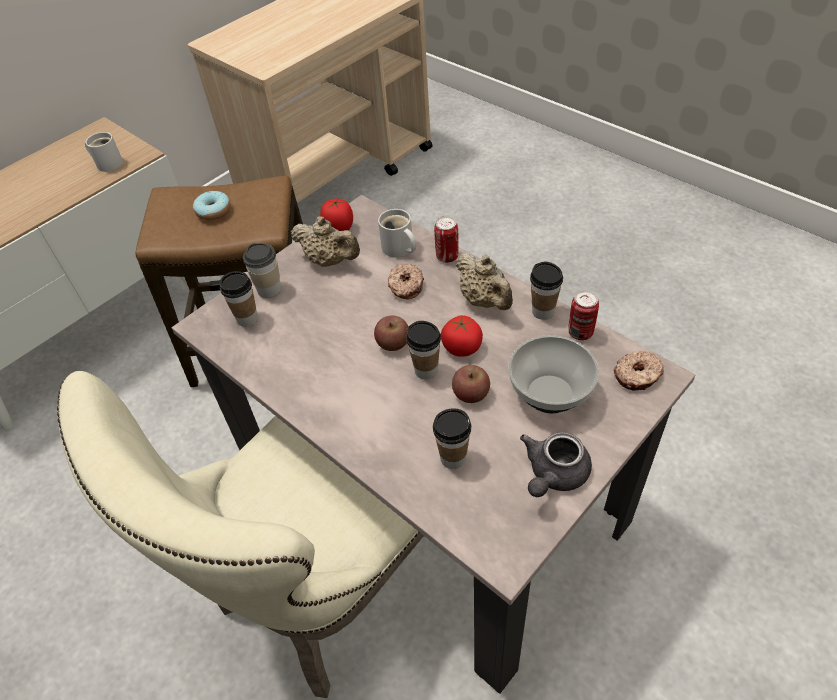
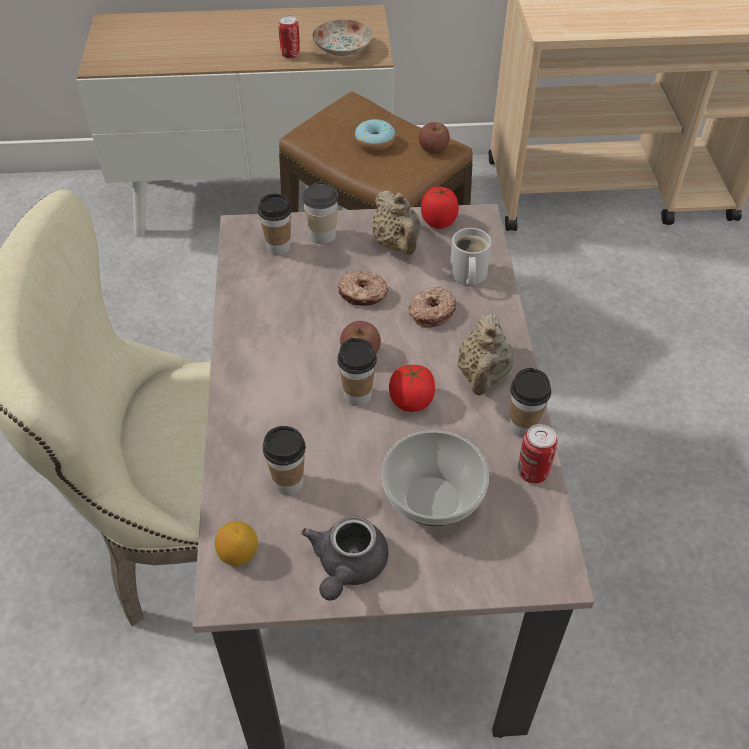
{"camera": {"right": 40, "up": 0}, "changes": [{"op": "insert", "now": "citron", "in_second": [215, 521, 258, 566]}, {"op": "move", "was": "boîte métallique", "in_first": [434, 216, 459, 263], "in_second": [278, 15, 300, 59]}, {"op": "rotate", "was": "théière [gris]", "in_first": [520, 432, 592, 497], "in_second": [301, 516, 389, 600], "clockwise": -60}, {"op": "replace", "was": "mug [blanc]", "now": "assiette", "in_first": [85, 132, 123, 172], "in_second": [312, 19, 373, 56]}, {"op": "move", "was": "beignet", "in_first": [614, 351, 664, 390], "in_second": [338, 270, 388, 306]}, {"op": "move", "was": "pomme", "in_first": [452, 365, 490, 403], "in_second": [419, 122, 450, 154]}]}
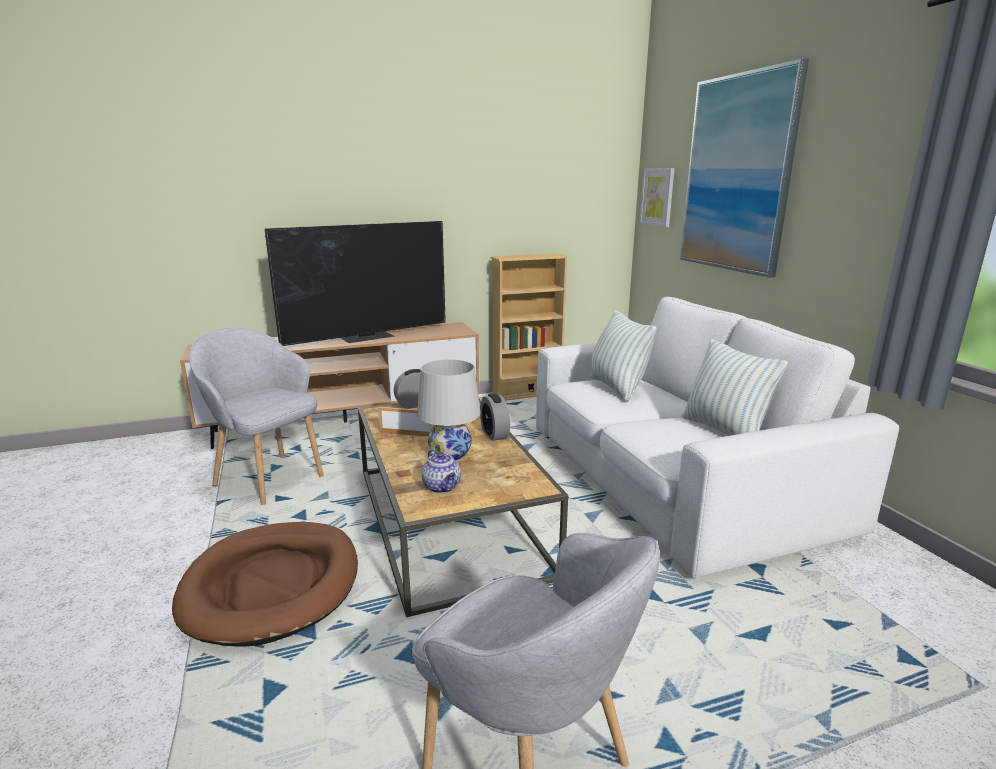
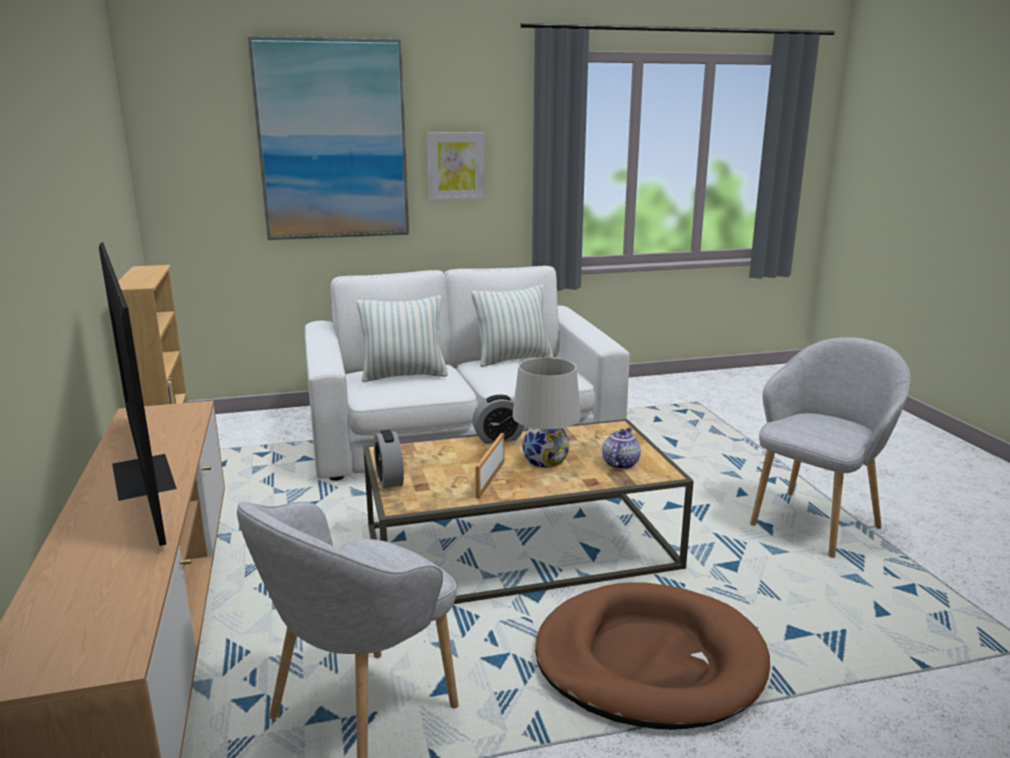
{"camera": {"right": -85, "up": 0}, "changes": [{"op": "move", "was": "tableau", "in_first": [639, 168, 674, 227], "in_second": [427, 132, 485, 201]}, {"op": "rotate", "was": "théière", "in_first": [422, 450, 461, 493], "in_second": [602, 428, 641, 469], "clockwise": -45}]}
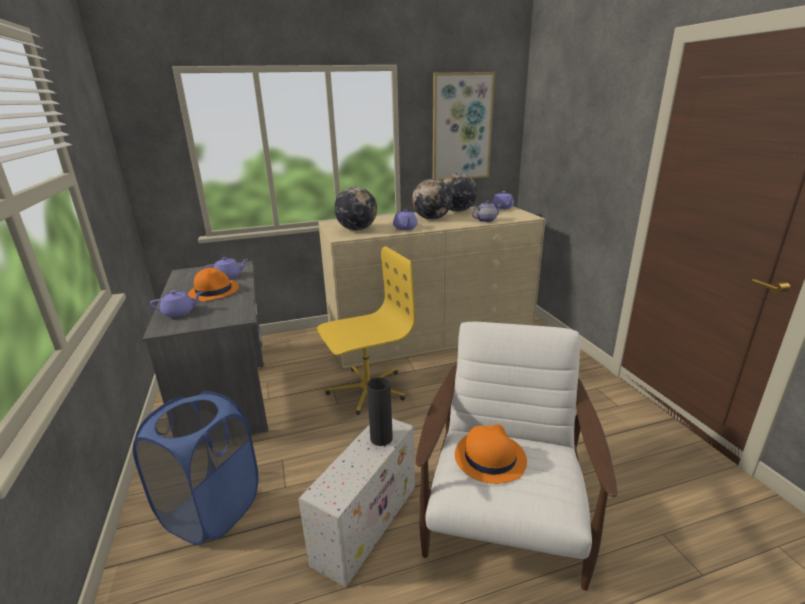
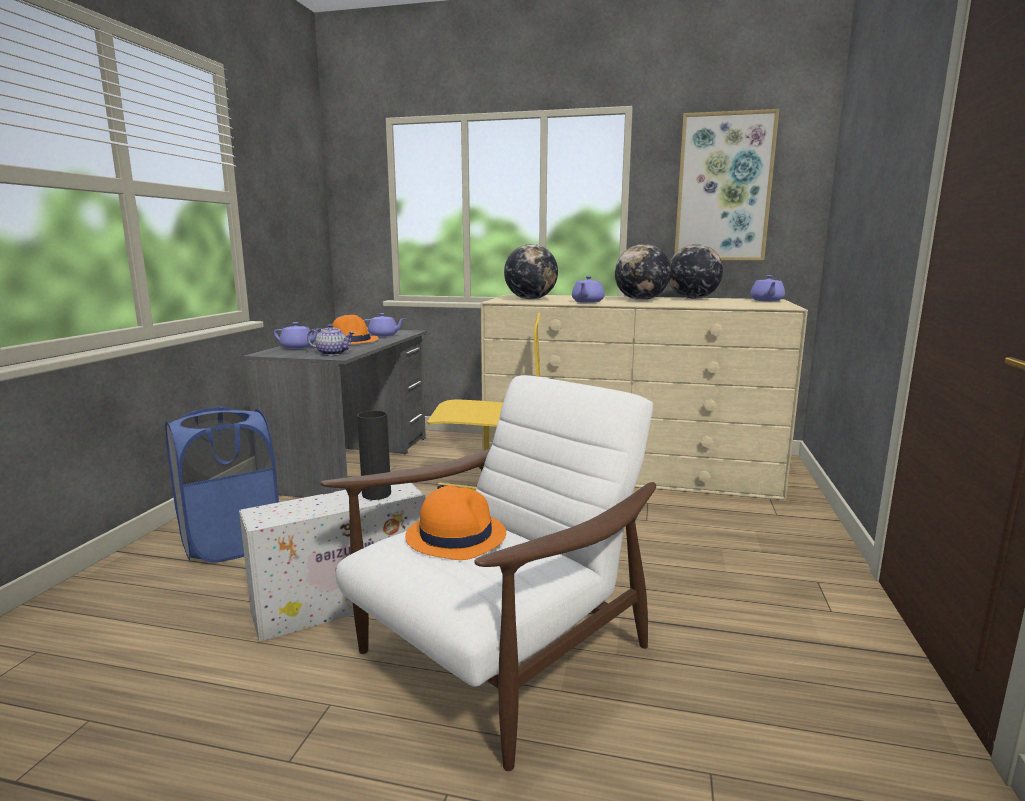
{"camera": {"right": 30, "up": -10}, "changes": [{"op": "move", "was": "théière", "in_first": [472, 200, 502, 222], "in_second": [307, 324, 355, 355]}]}
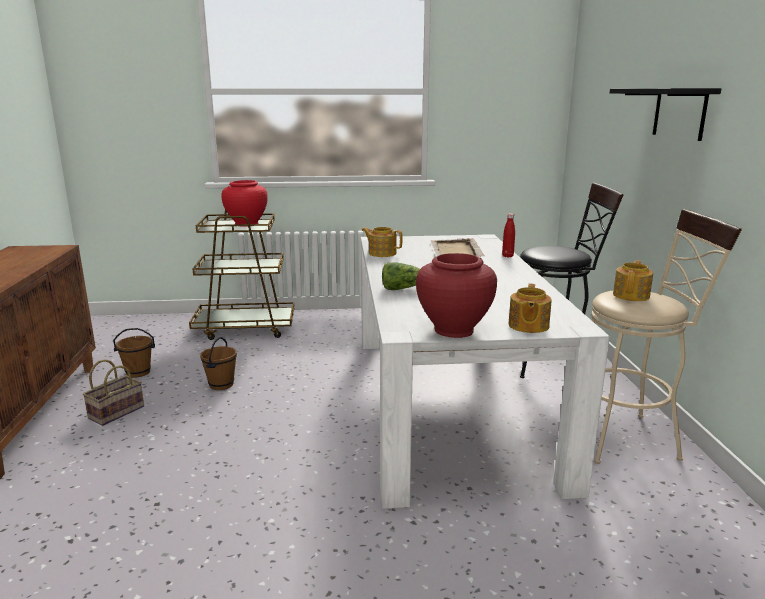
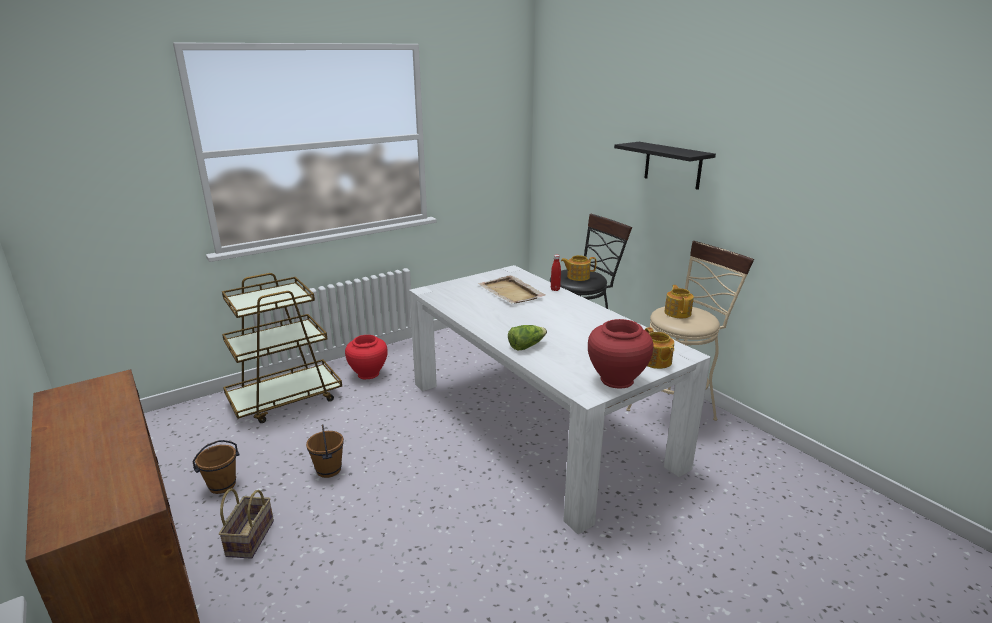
{"camera": {"right": -30, "up": 5}, "changes": [{"op": "move", "was": "vase [rouge]", "in_first": [222, 180, 268, 227], "in_second": [345, 335, 388, 379]}, {"op": "move", "was": "théière", "in_first": [362, 227, 403, 257], "in_second": [561, 255, 597, 281]}]}
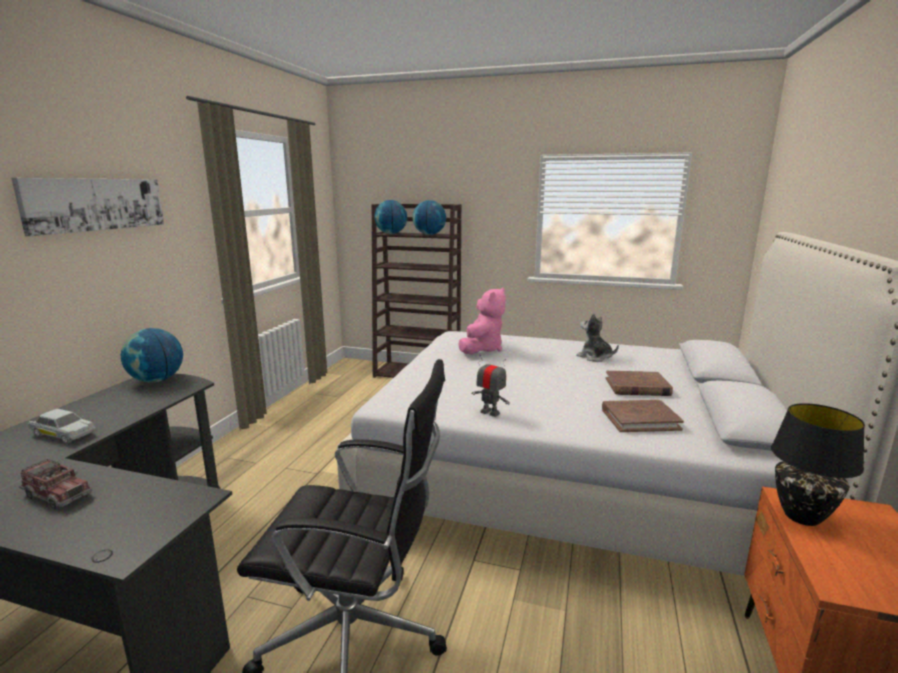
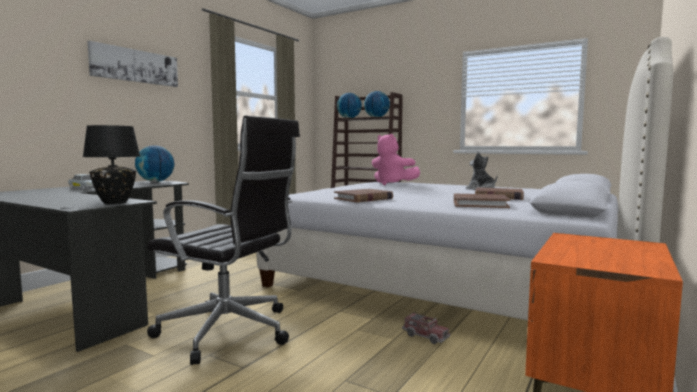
{"camera": {"right": 15, "up": -10}, "changes": [{"op": "move", "was": "lampe de table [noir]", "in_first": [771, 403, 865, 526], "in_second": [83, 125, 140, 204]}, {"op": "replace", "was": "robot jouet", "now": "livre [marron]", "in_first": [471, 355, 510, 417], "in_second": [334, 189, 393, 203]}, {"op": "rotate", "was": "peluche [rose]", "in_first": [459, 287, 506, 354], "in_second": [372, 134, 420, 185], "clockwise": 90}, {"op": "move", "was": "camion jouet", "in_first": [19, 459, 92, 509], "in_second": [402, 312, 450, 344]}]}
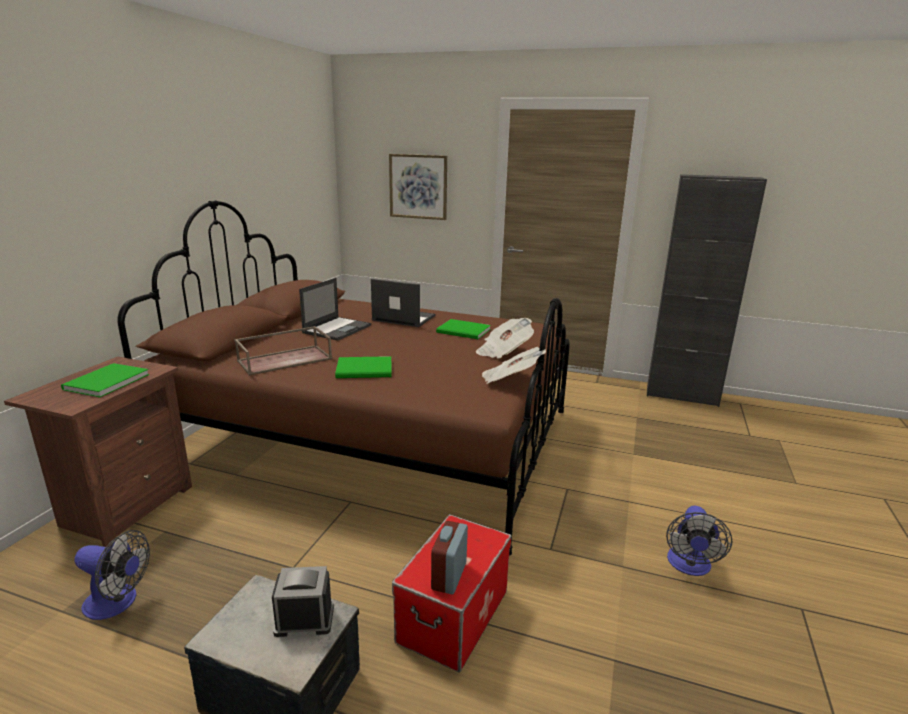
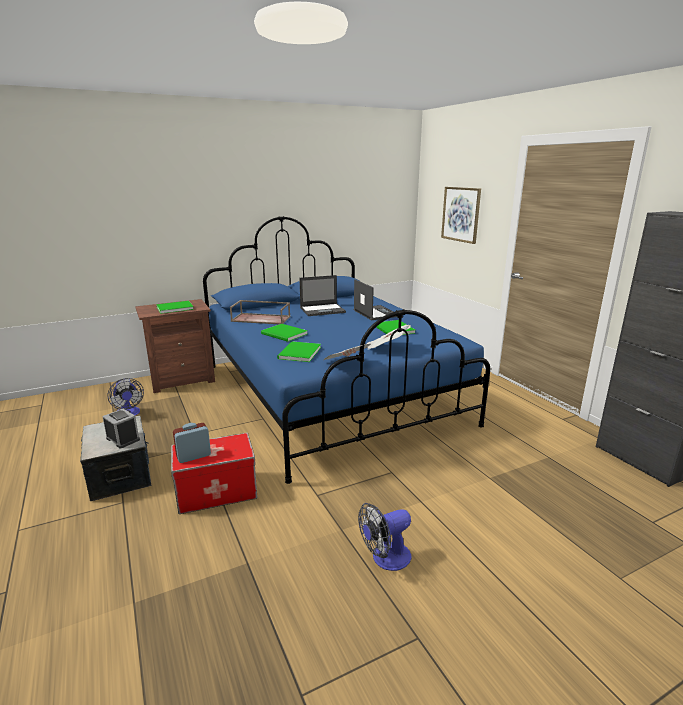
{"camera": {"right": 45, "up": 0}, "changes": [{"op": "recolor", "was": "lit [marron]", "now": "lit [bleu]", "in_first": [117, 200, 570, 556], "in_second": [203, 216, 490, 484]}, {"op": "insert", "now": "livre [vert]", "in_second": [277, 341, 321, 362]}]}
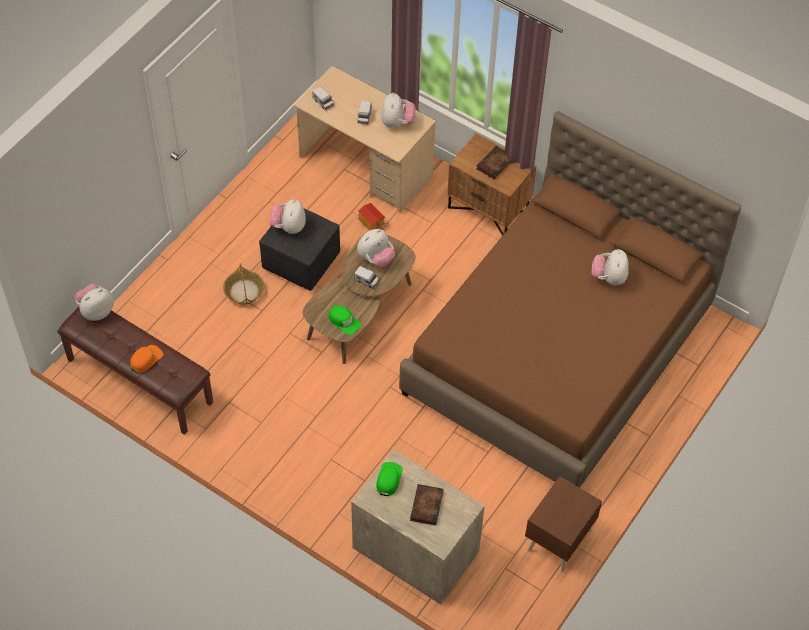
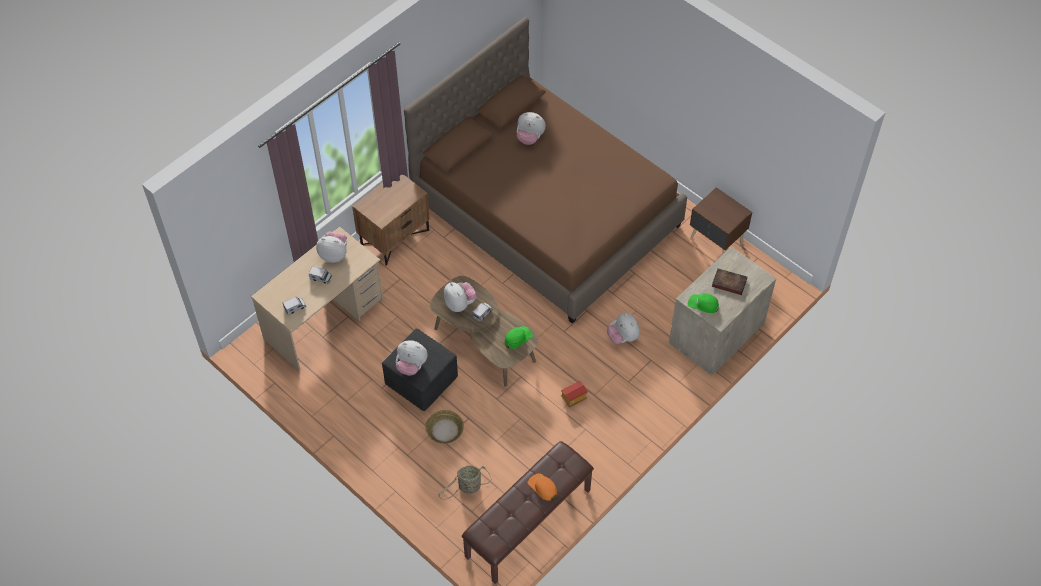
{"camera": {"right": -80, "up": 0}, "changes": [{"op": "insert", "now": "panier", "in_second": [438, 465, 491, 500]}, {"op": "move", "was": "maison miniature", "in_first": [358, 203, 385, 231], "in_second": [561, 381, 588, 408]}, {"op": "move", "was": "peluche", "in_first": [75, 284, 113, 321], "in_second": [607, 313, 640, 344]}, {"op": "delete", "was": "livre", "in_first": [476, 146, 511, 179]}]}
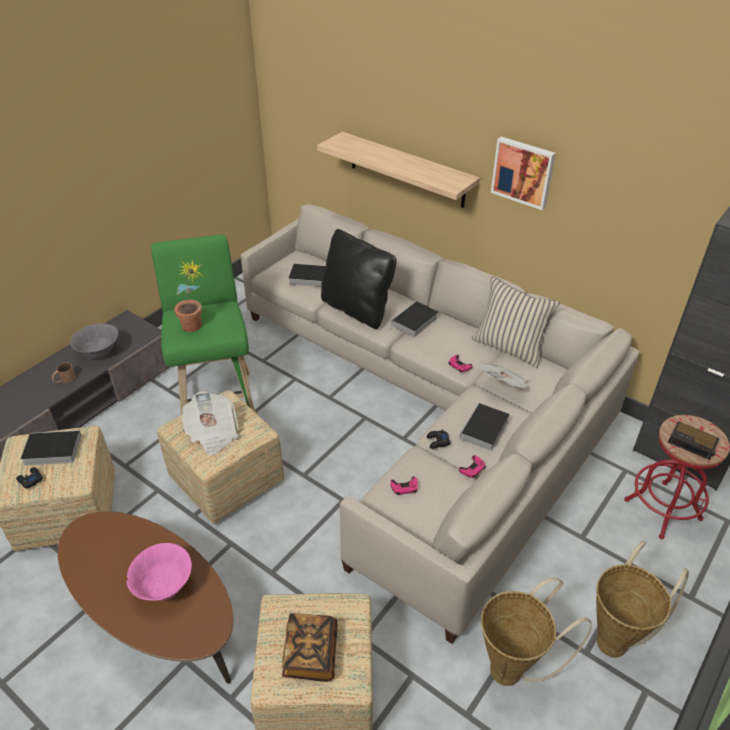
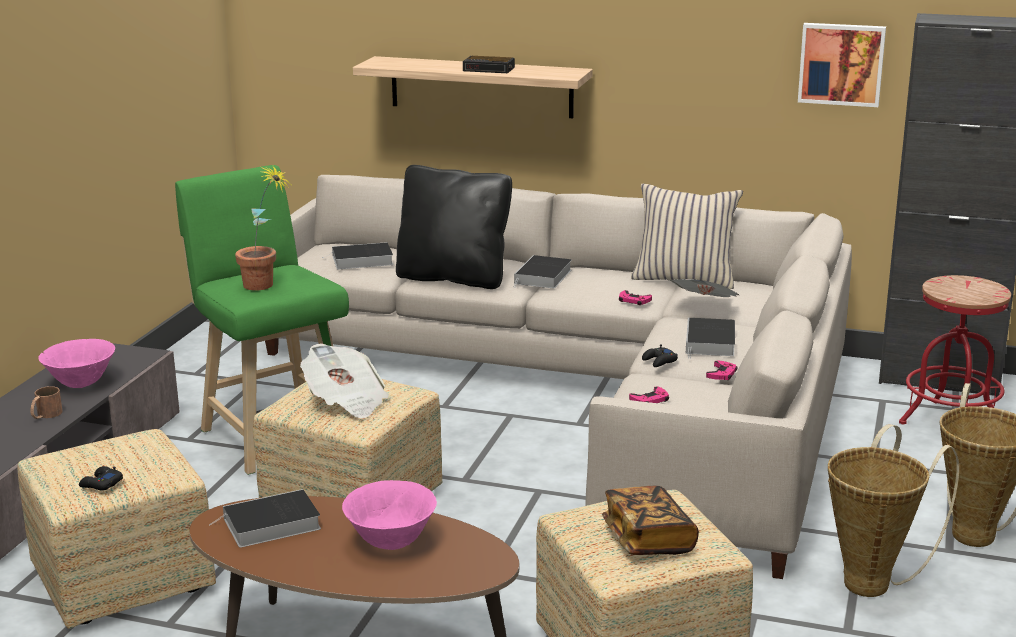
{"camera": {"right": -20, "up": -20}, "changes": [{"op": "recolor", "was": "bol [gris]", "now": "bol [rose]", "in_first": [70, 324, 118, 359], "in_second": [38, 339, 115, 388]}, {"op": "move", "was": "livre", "in_first": [21, 430, 81, 465], "in_second": [209, 489, 321, 548]}, {"op": "move", "was": "réveil", "in_first": [668, 421, 720, 460], "in_second": [463, 56, 515, 73]}, {"op": "move", "was": "tableau", "in_first": [491, 137, 556, 210], "in_second": [798, 23, 886, 107]}]}
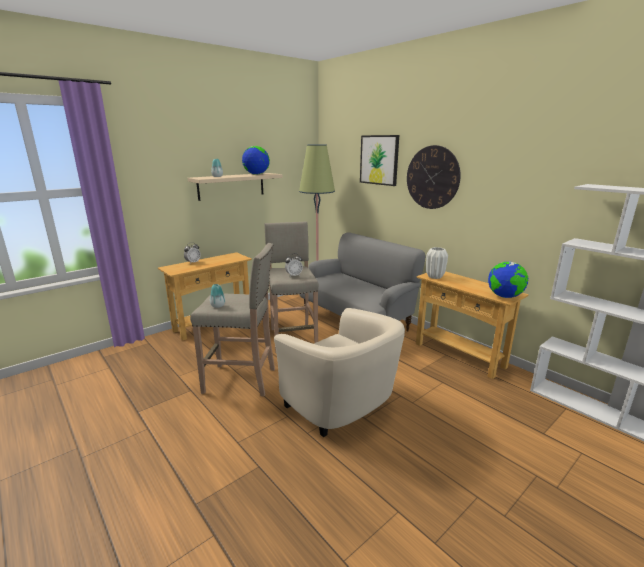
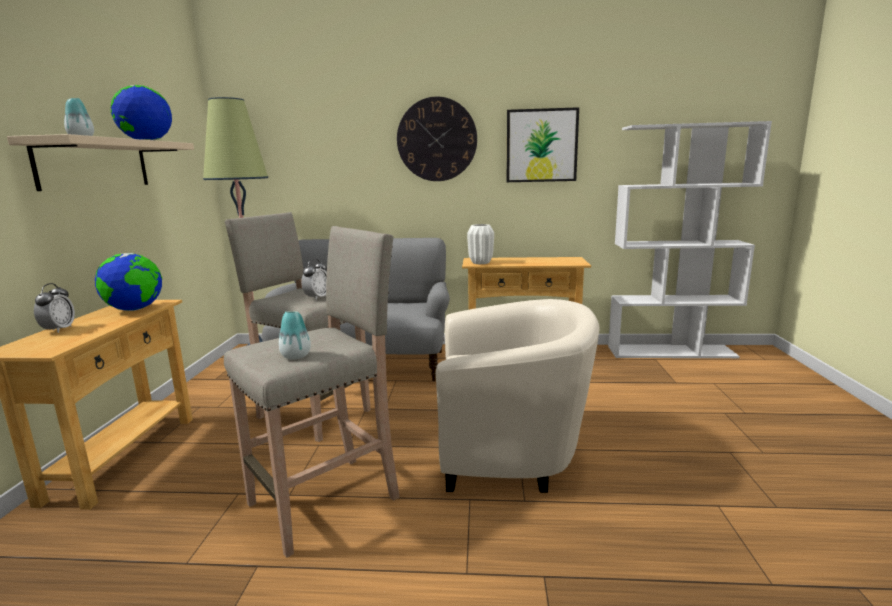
{"camera": {"right": -45, "up": -5}, "changes": [{"op": "move", "was": "globe", "in_first": [488, 261, 528, 298], "in_second": [95, 253, 162, 311]}, {"op": "move", "was": "tableau", "in_first": [360, 135, 399, 186], "in_second": [507, 107, 579, 182]}]}
